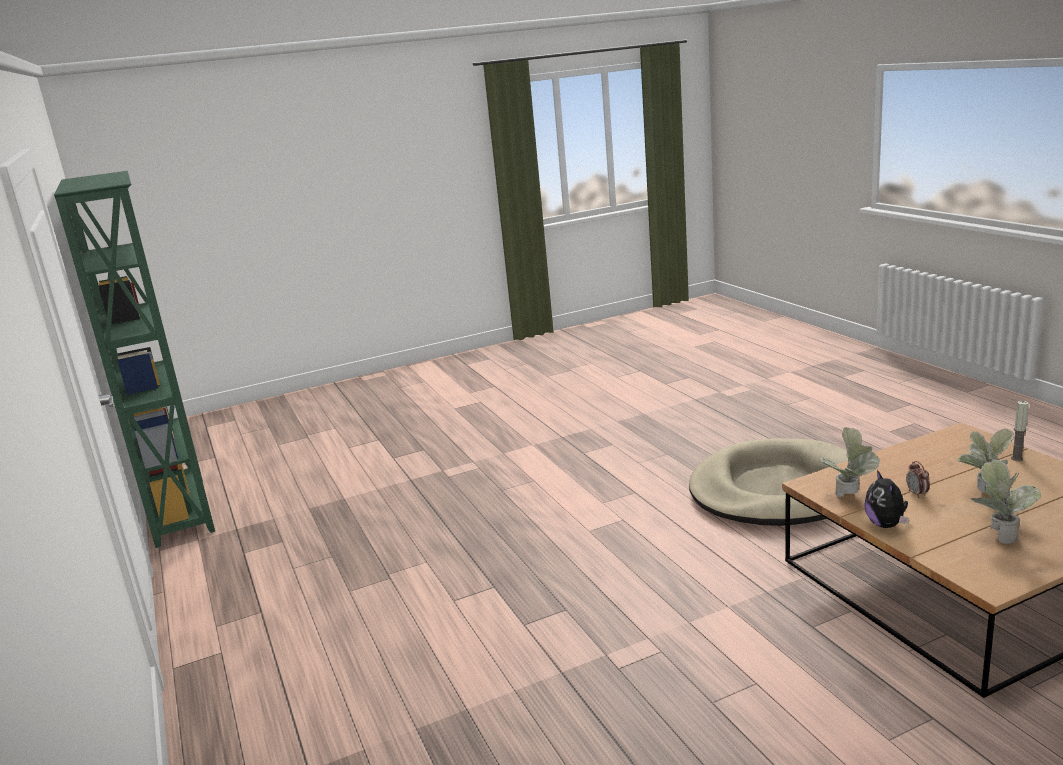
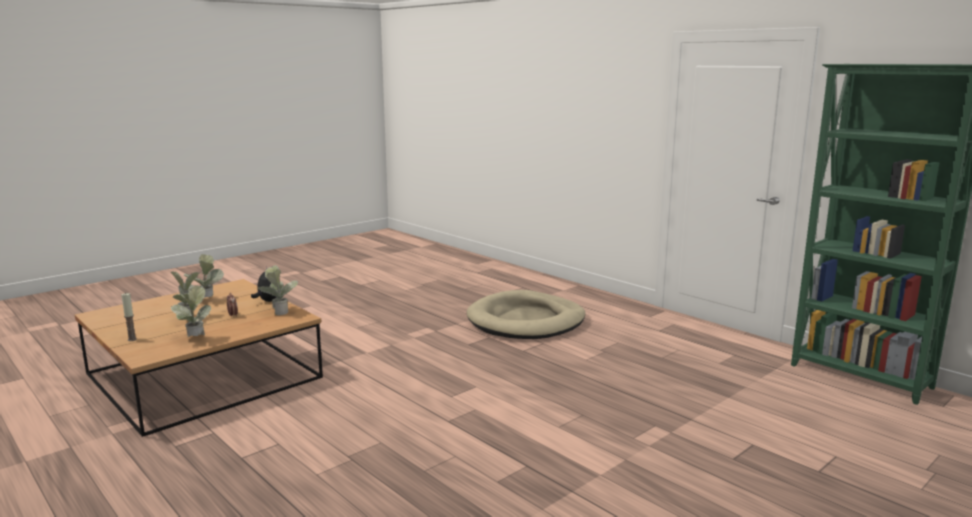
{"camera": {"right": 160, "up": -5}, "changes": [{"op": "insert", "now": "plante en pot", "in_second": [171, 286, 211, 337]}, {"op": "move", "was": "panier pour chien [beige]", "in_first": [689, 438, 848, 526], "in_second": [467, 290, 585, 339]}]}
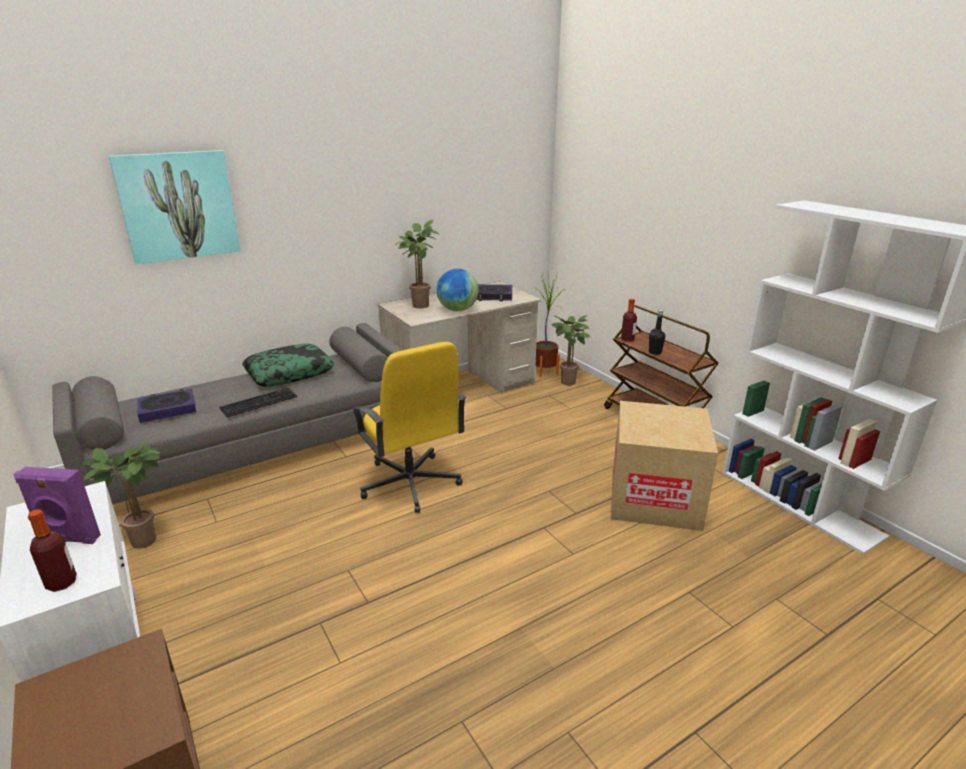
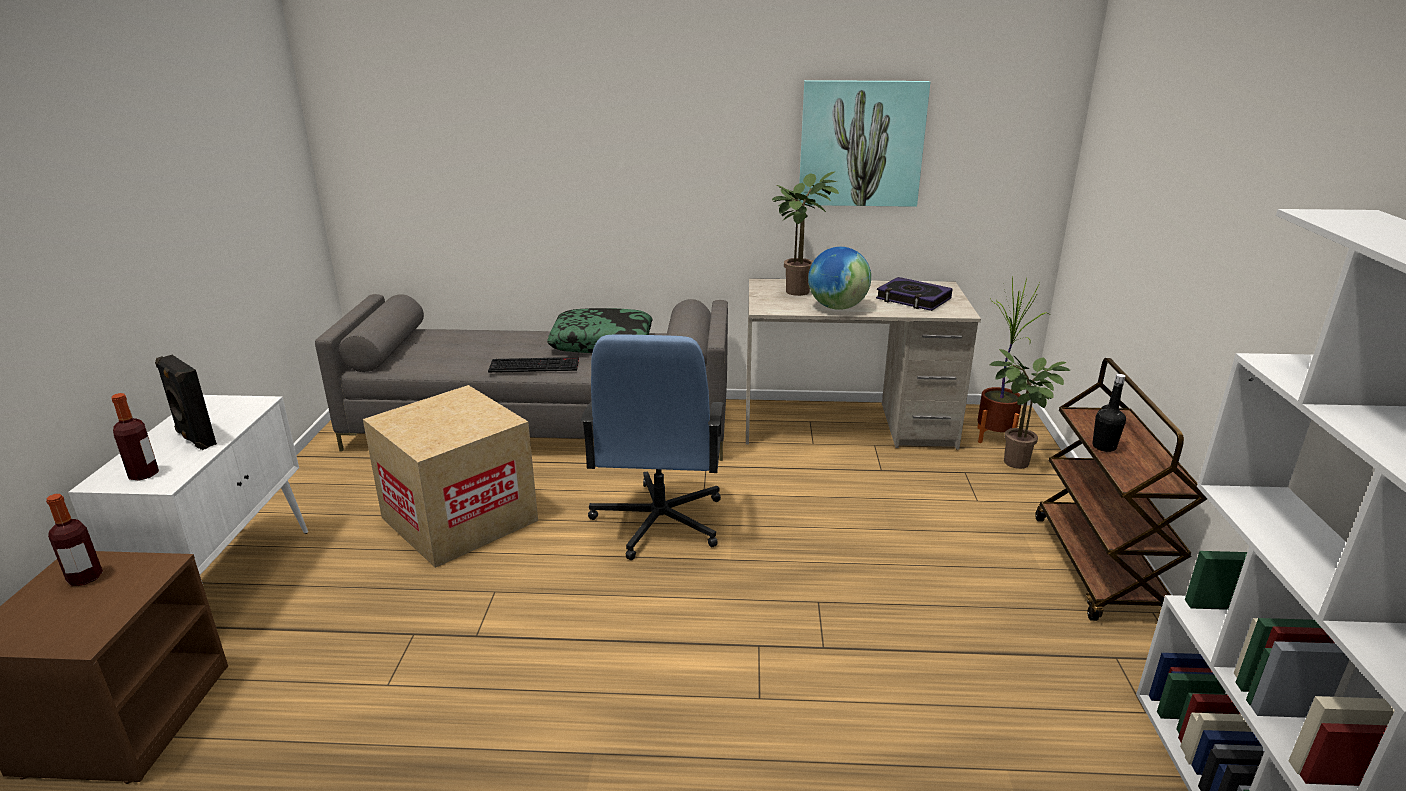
{"camera": {"right": 35, "up": 0}, "changes": [{"op": "move", "was": "bouteille", "in_first": [621, 299, 637, 342], "in_second": [46, 494, 103, 586]}, {"op": "recolor", "was": "enceinte [violet]", "now": "enceinte [noir]", "in_first": [13, 467, 101, 544], "in_second": [155, 355, 217, 450]}, {"op": "move", "was": "carton", "in_first": [611, 401, 718, 531], "in_second": [363, 385, 538, 568]}, {"op": "recolor", "was": "chaise de bureau [jaune]", "now": "chaise de bureau [bleu]", "in_first": [352, 342, 466, 513], "in_second": [581, 334, 724, 560]}, {"op": "move", "was": "tableau", "in_first": [109, 150, 241, 264], "in_second": [799, 80, 930, 207]}, {"op": "delete", "was": "plante en pot", "in_first": [83, 442, 160, 549]}, {"op": "delete", "was": "livre", "in_first": [138, 389, 196, 423]}]}
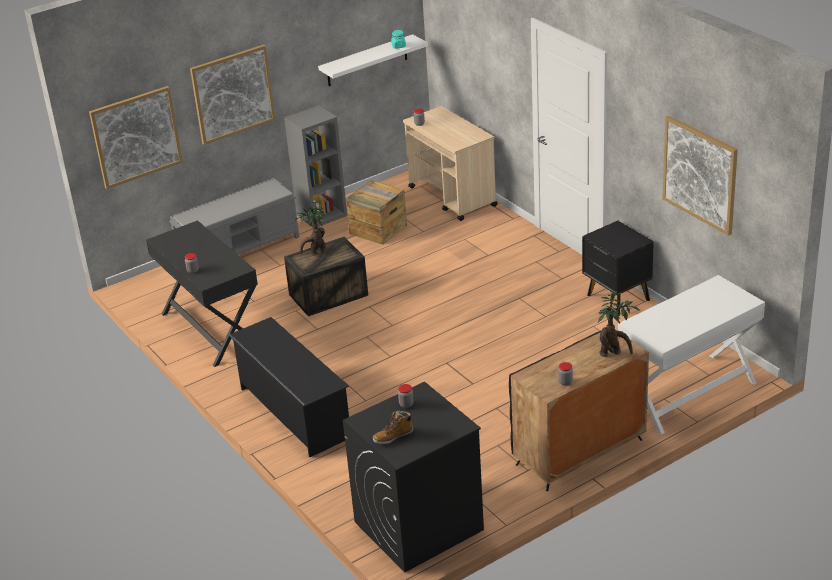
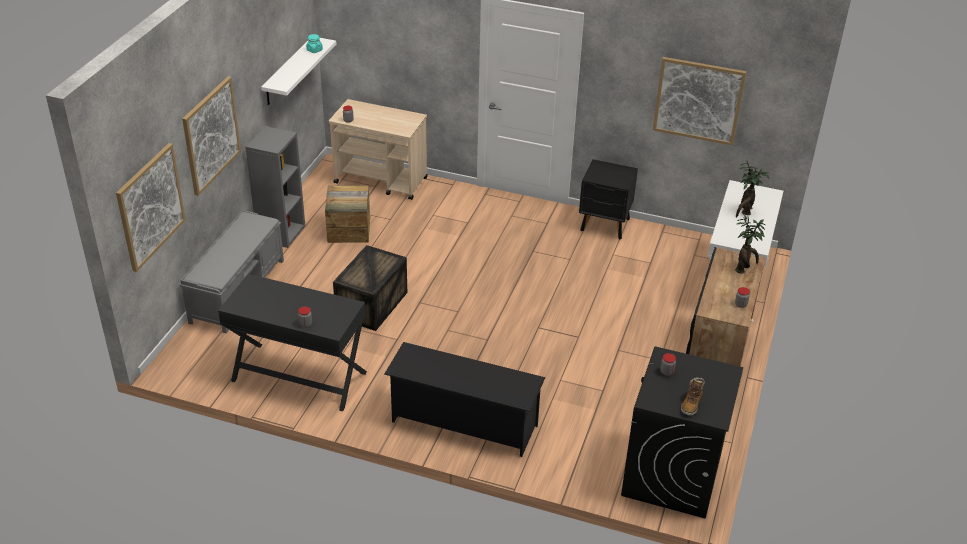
{"camera": {"right": -40, "up": 5}, "changes": [{"op": "move", "was": "plante en pot", "in_first": [291, 200, 327, 256], "in_second": [736, 161, 770, 218]}]}
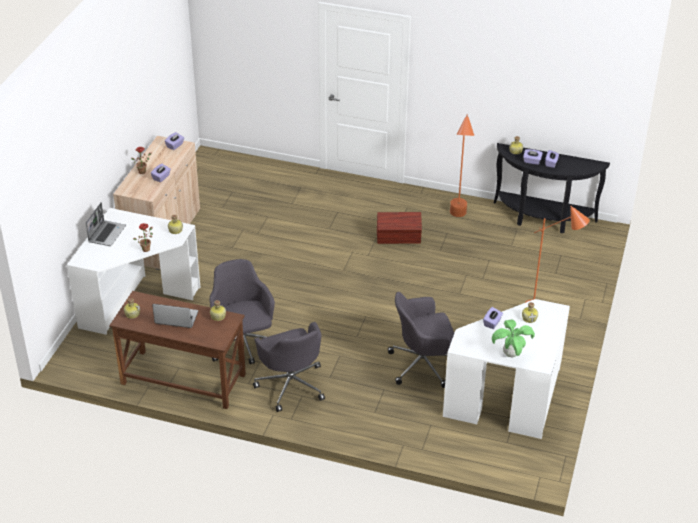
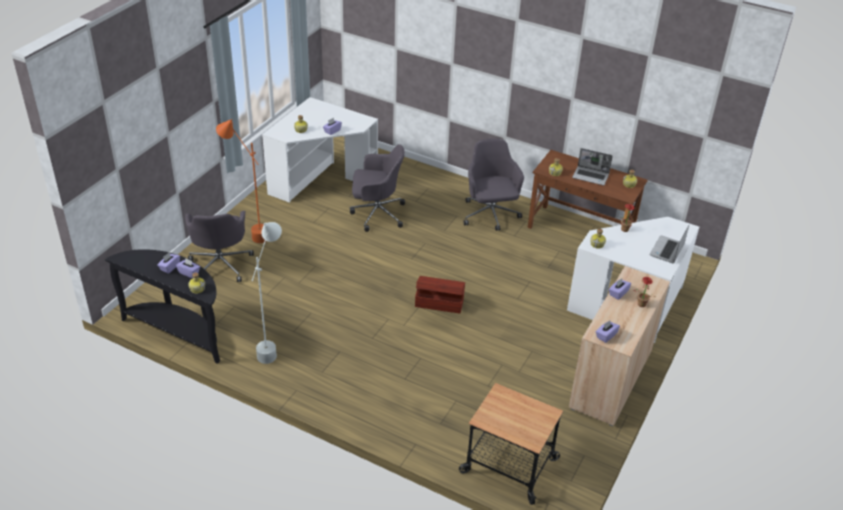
{"camera": {"right": -170, "up": 0}, "changes": [{"op": "move", "was": "chaise de bureau [gris]", "in_first": [209, 259, 275, 364], "in_second": [185, 211, 254, 282]}, {"op": "recolor", "was": "lampadaire [orange]", "now": "lampadaire [blanc]", "in_first": [450, 114, 474, 217], "in_second": [252, 222, 282, 364]}, {"op": "move", "was": "boîte de rangement [marron]", "in_first": [377, 212, 422, 244], "in_second": [415, 276, 465, 314]}, {"op": "insert", "now": "chariot", "in_second": [459, 383, 563, 505]}, {"op": "delete", "was": "plante en pot", "in_first": [492, 319, 535, 357]}]}
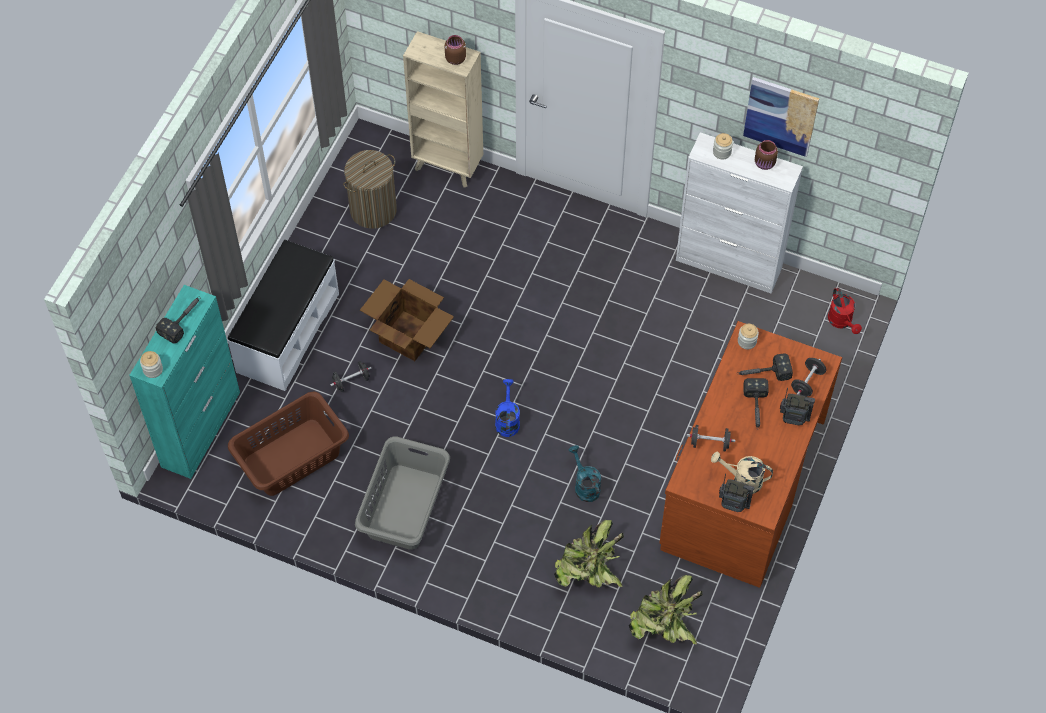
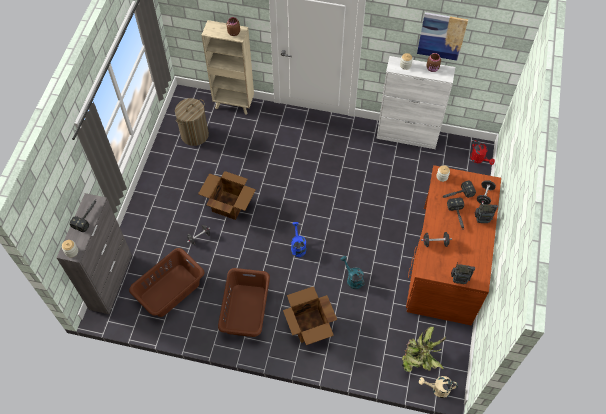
{"camera": {"right": -10, "up": 0}, "changes": [{"op": "recolor", "was": "meuble de rangement [turquoise]", "now": "meuble de rangement [gris]", "in_first": [129, 285, 240, 479], "in_second": [56, 193, 132, 314]}, {"op": "recolor", "was": "panier à linge [gris]", "now": "panier à linge [marron]", "in_first": [355, 436, 450, 550], "in_second": [218, 268, 270, 337]}, {"op": "insert", "now": "carton", "in_second": [283, 286, 337, 345]}, {"op": "move", "was": "arrosoir [beige]", "in_first": [711, 452, 773, 494], "in_second": [419, 376, 458, 398]}, {"op": "delete", "was": "banc [blanc]", "in_first": [228, 240, 339, 391]}, {"op": "delete", "was": "plante en pot", "in_first": [554, 520, 624, 587]}]}
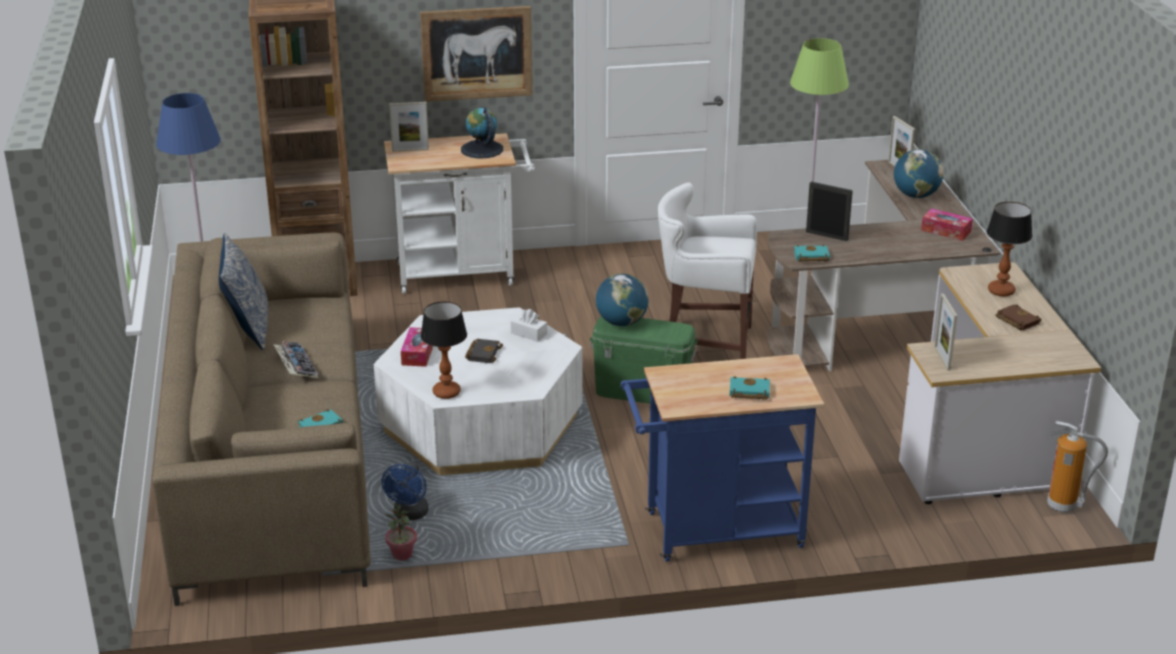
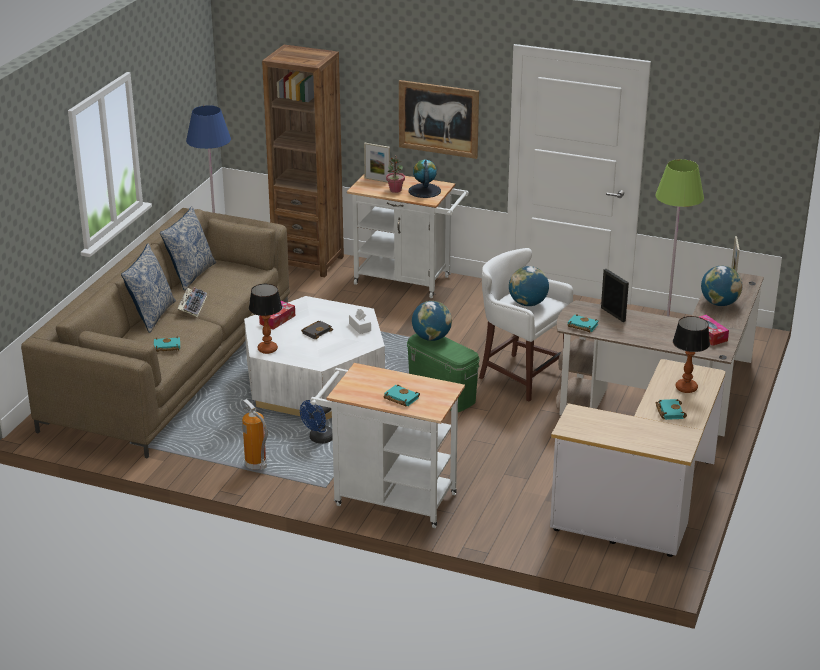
{"camera": {"right": 30, "up": 0}, "changes": [{"op": "insert", "now": "coussin", "in_second": [121, 244, 176, 333]}, {"op": "move", "was": "extincteur", "in_first": [1047, 421, 1108, 513], "in_second": [242, 399, 268, 470]}, {"op": "move", "was": "ventilateur [bleu]", "in_first": [381, 462, 429, 520], "in_second": [300, 400, 333, 444]}, {"op": "recolor", "was": "chariot [bleu]", "now": "chariot [blanc]", "in_first": [621, 354, 824, 562], "in_second": [310, 363, 465, 528]}, {"op": "move", "was": "plante en pot", "in_first": [385, 503, 417, 560], "in_second": [386, 155, 405, 193]}, {"op": "insert", "now": "globe", "in_second": [509, 266, 549, 306]}, {"op": "recolor", "was": "livre [marron]", "now": "livre [turquoise]", "in_first": [996, 304, 1042, 331], "in_second": [656, 399, 687, 420]}, {"op": "delete", "was": "cadre photo", "in_first": [935, 293, 957, 371]}]}
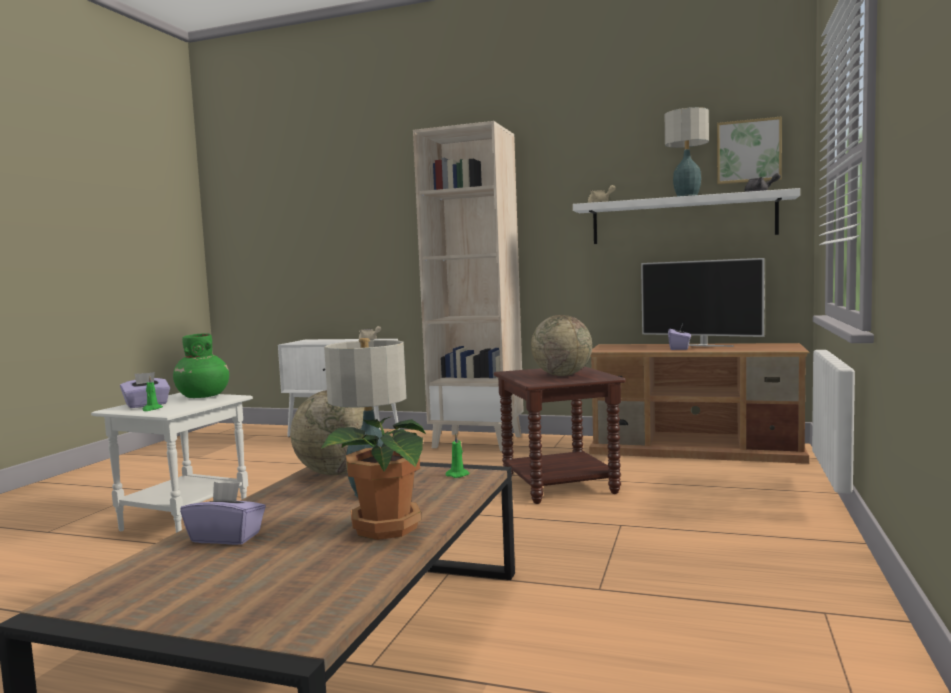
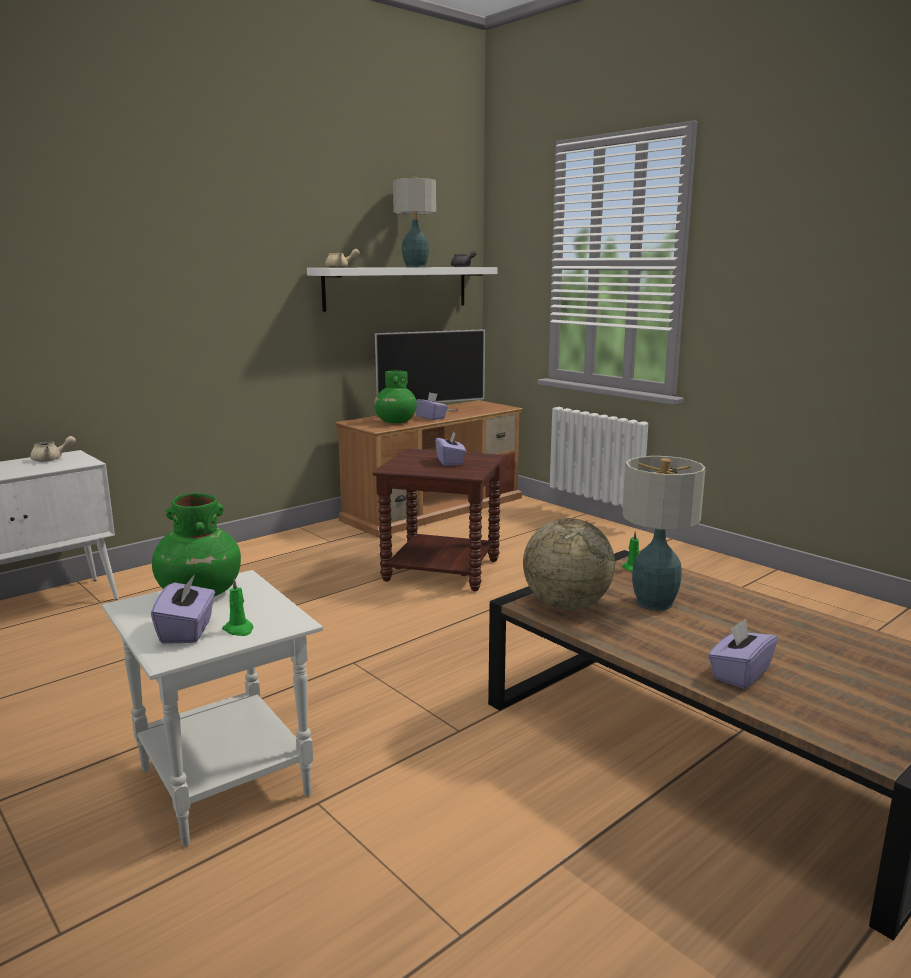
{"camera": {"right": -60, "up": 10}, "changes": [{"op": "insert", "now": "vase [vert]", "in_second": [374, 371, 417, 423]}, {"op": "replace", "was": "globe", "now": "boîte à mouchoirs [violet]", "in_first": [531, 315, 592, 376], "in_second": [435, 431, 466, 466]}, {"op": "delete", "was": "plante en pot", "in_first": [321, 416, 426, 540]}, {"op": "delete", "was": "bibliothèque [beige]", "in_first": [413, 121, 524, 451]}, {"op": "delete", "was": "tableau", "in_first": [717, 116, 782, 185]}]}
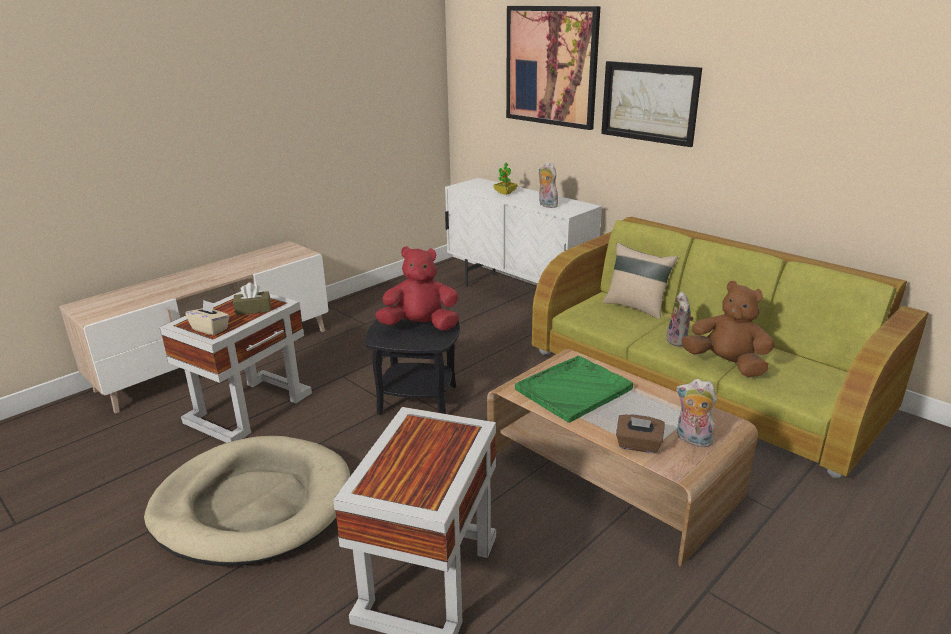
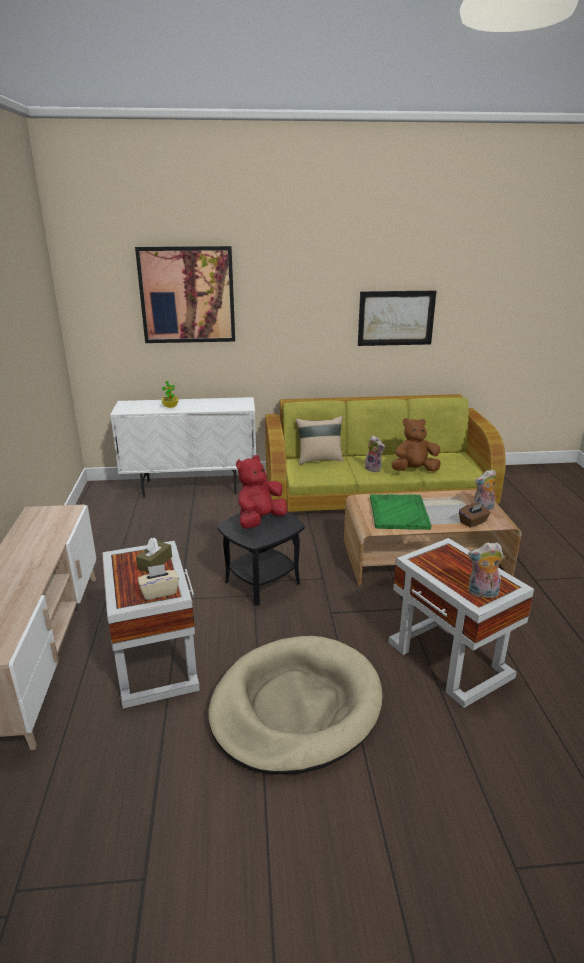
{"camera": {"right": -50, "up": 0}, "changes": [{"op": "move", "was": "tableau", "in_first": [601, 61, 702, 147], "in_second": [358, 291, 436, 346]}, {"op": "move", "was": "peluche", "in_first": [539, 162, 558, 208], "in_second": [468, 542, 504, 598]}]}
